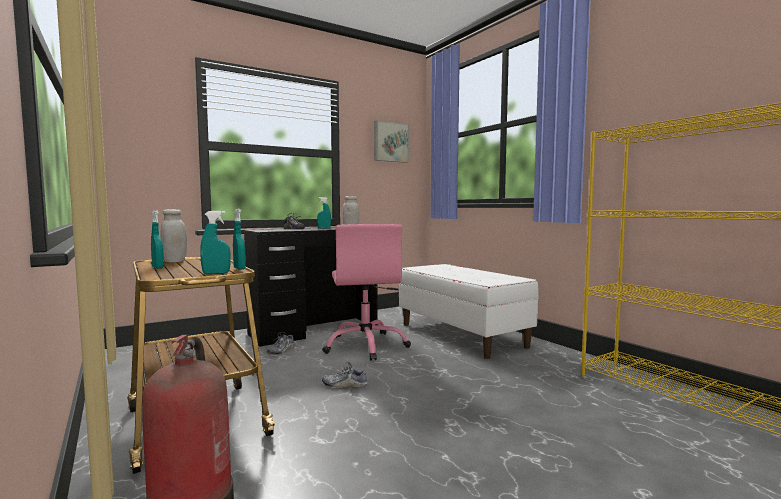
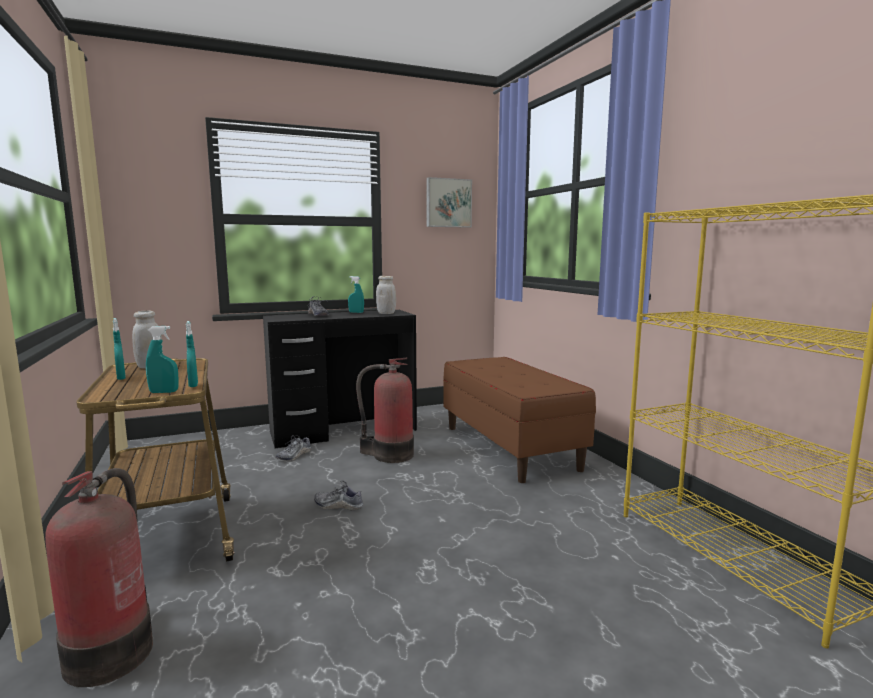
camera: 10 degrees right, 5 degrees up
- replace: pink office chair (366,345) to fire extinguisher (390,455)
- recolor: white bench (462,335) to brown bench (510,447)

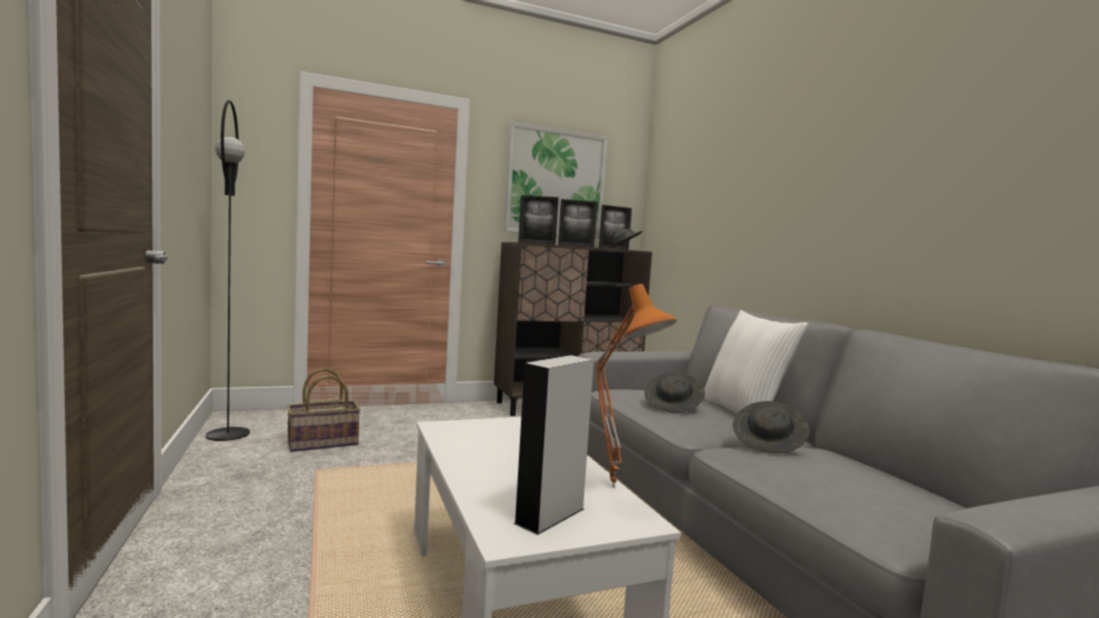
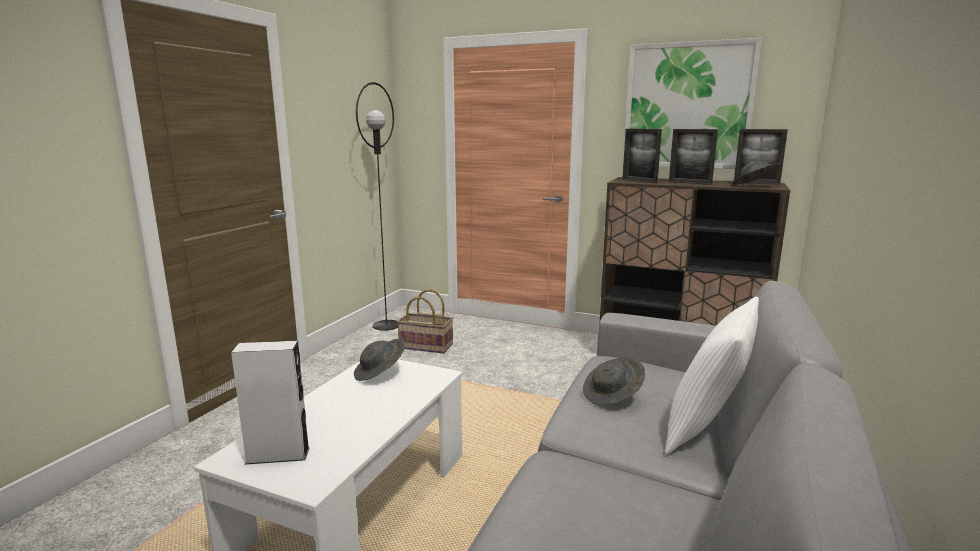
camera: 45 degrees right, 10 degrees up
- delete: orange table lamp (616,486)
- move: grey hat (769,443) to (380,373)

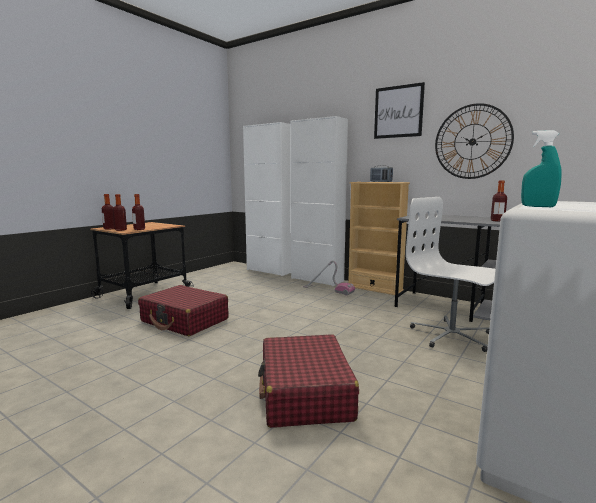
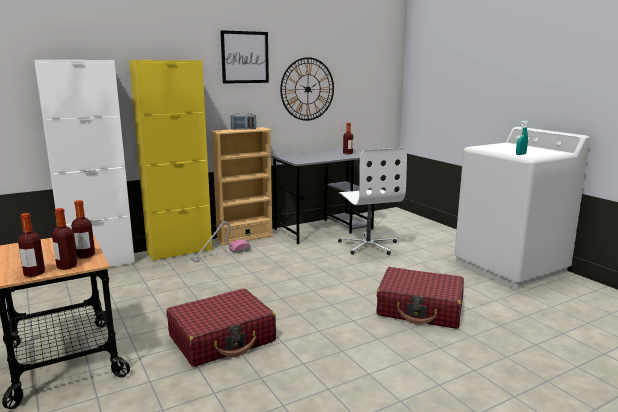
camera: 65 degrees left, 5 degrees up
- recolor: white cabinet (317,279) to yellow cabinet (179,251)
- rotate: white office chair (451,336) = (368,245) 90 degrees counterclockwise

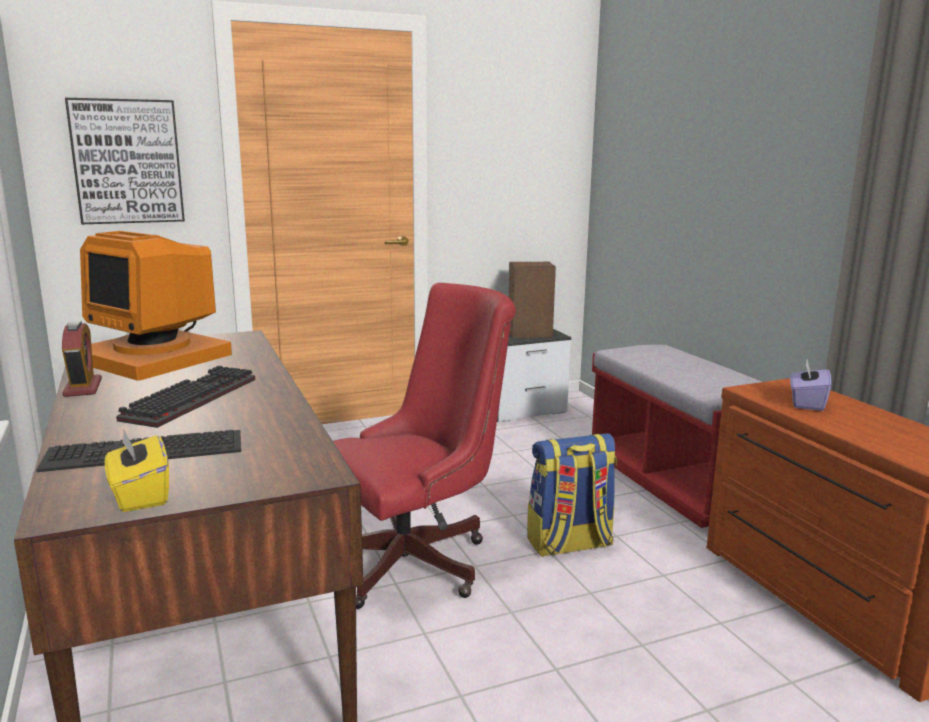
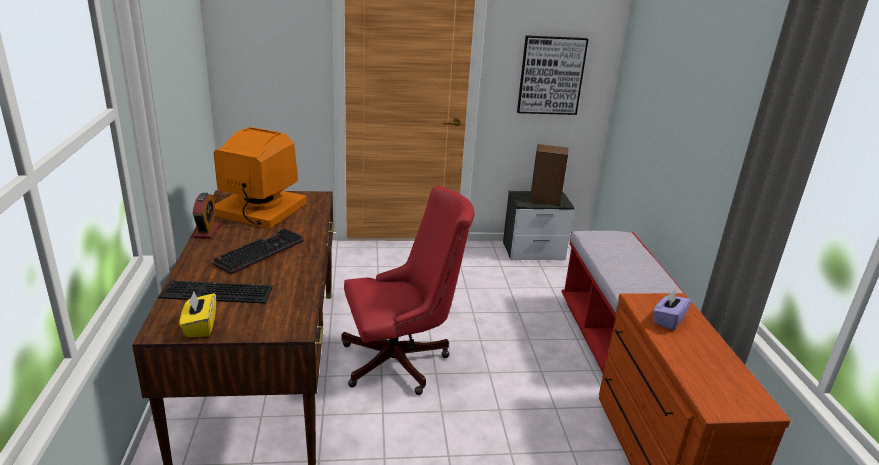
camera: 15 degrees right, 10 degrees up
- move: picture (127,162) to (551,75)
- rotate: monitor (157,357) = (258,209) 150 degrees clockwise
- delete: backpack (569,544)

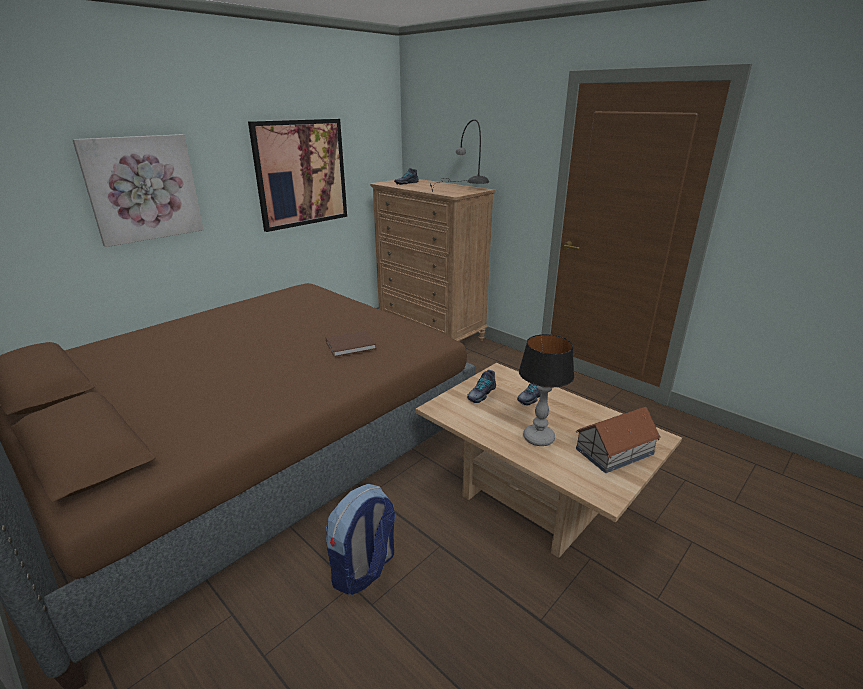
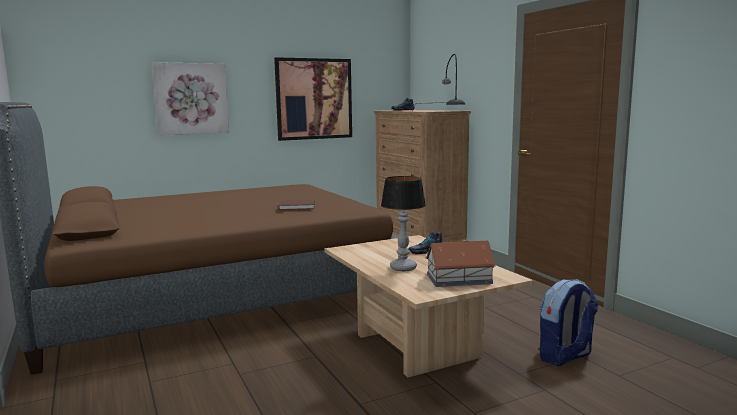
camera: 20 degrees right, 15 degrees down
- move: backpack (364,569) to (565,357)
- delete: shoe (481,393)

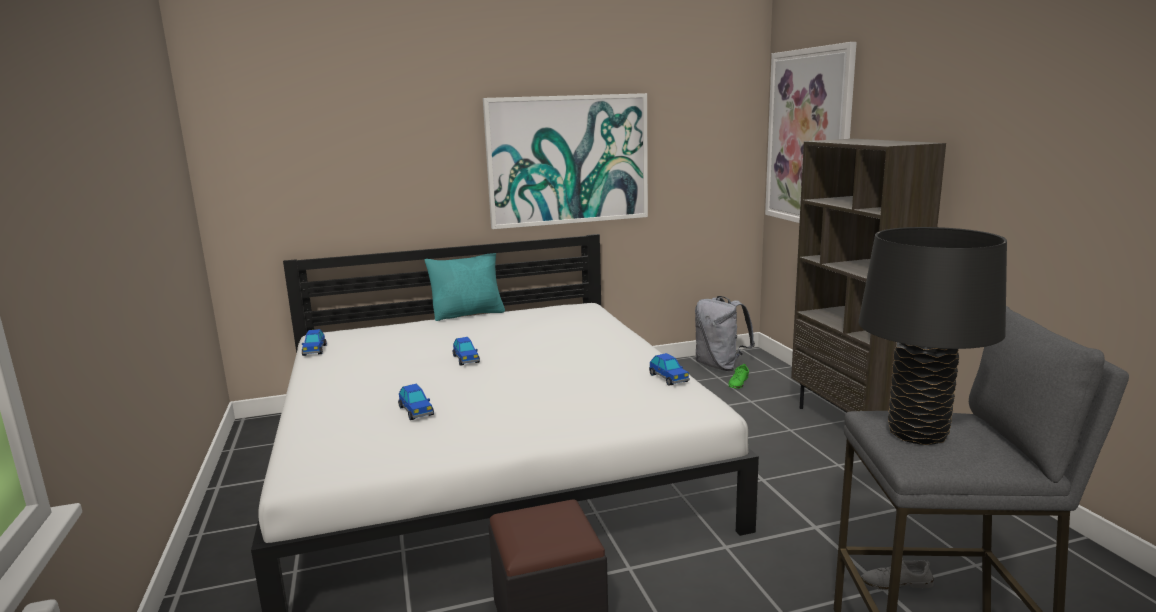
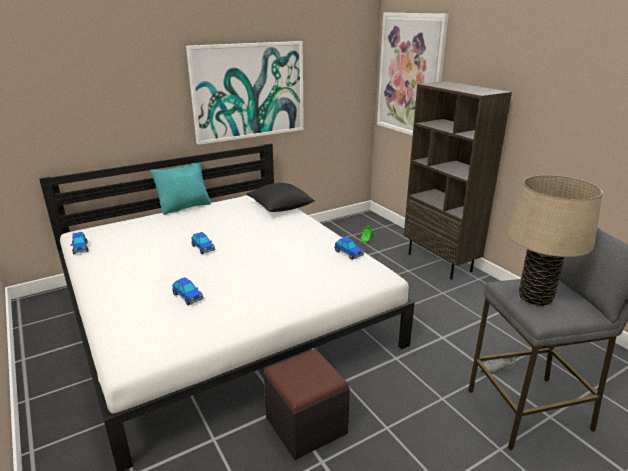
camera: 15 degrees left, 10 degrees up
- delete: grey backpack (720,366)
- recolor: black table lamp (917,434) to beige table lamp (535,297)
- insert: black pillow (280,208)

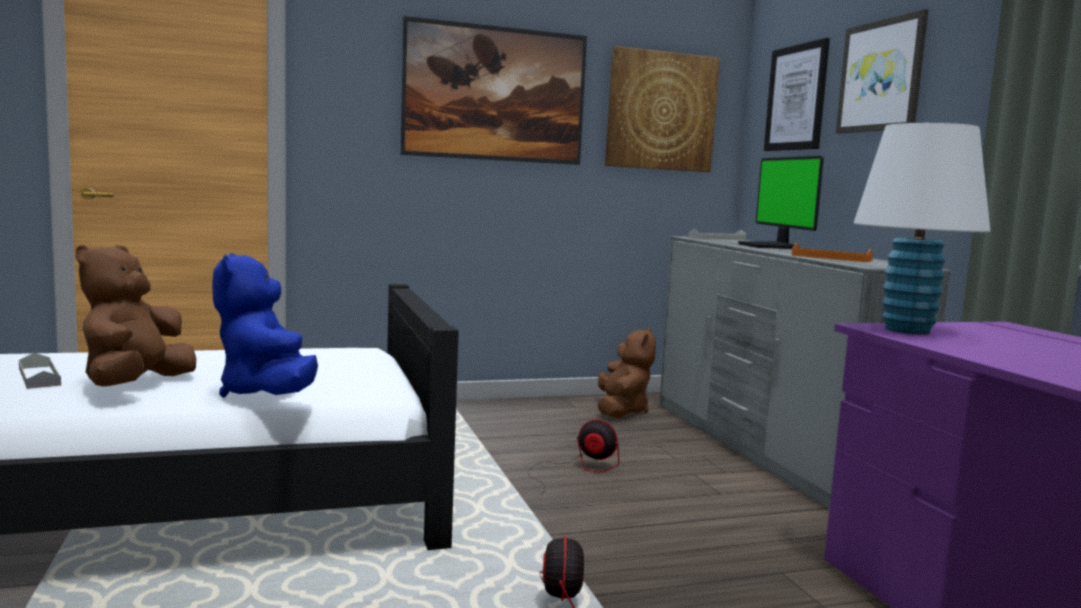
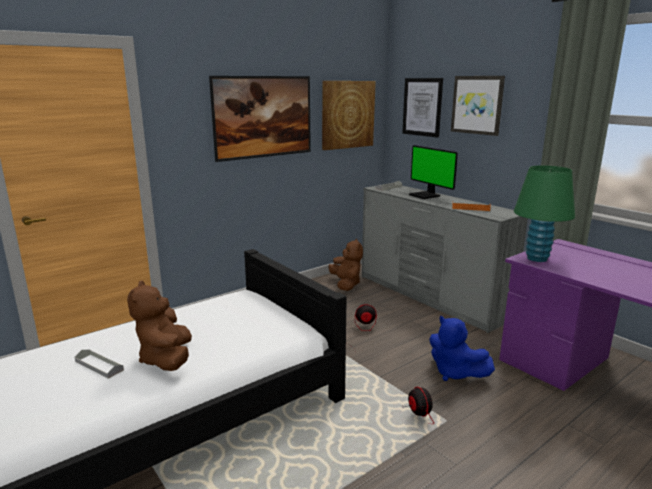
camera: 20 degrees left, 10 degrees up
- move: blue plush toy (267,394) to (455,373)
- recolor: white table lamp (907,330) to green table lamp (537,258)

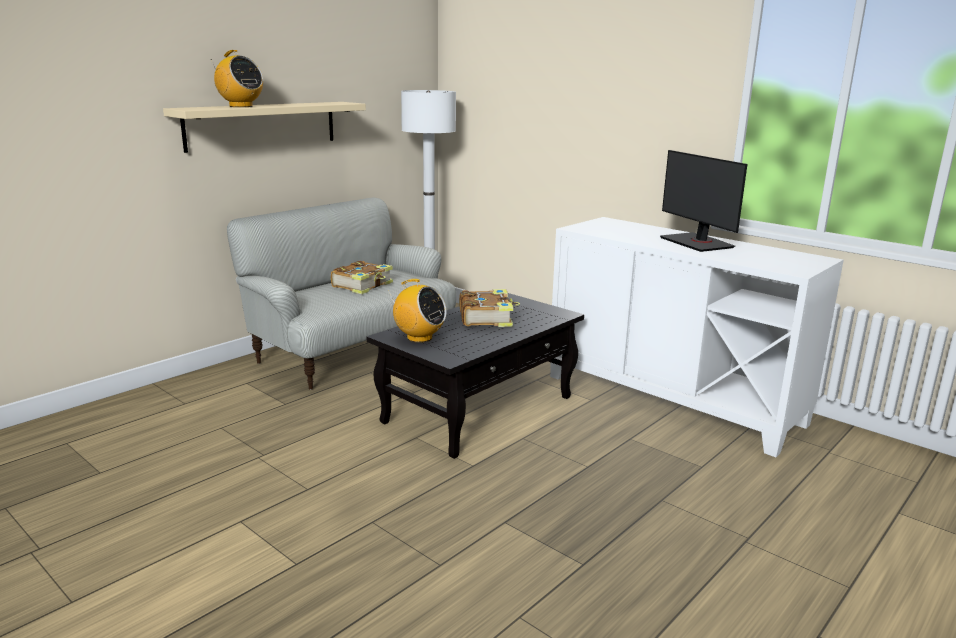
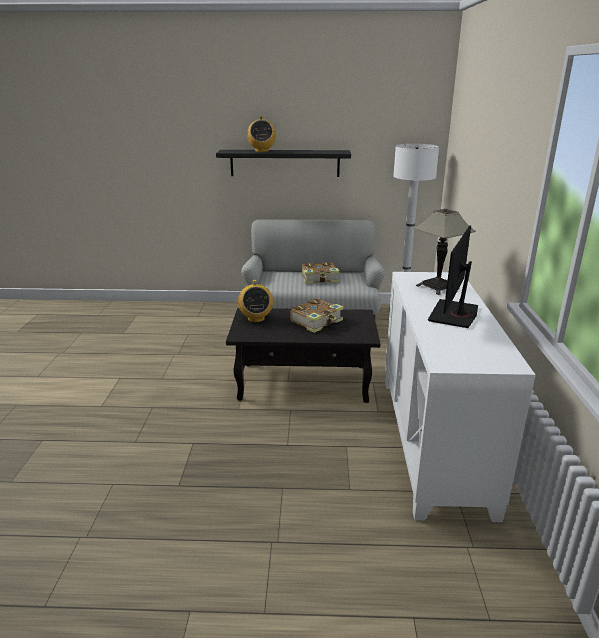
camera: 50 degrees right, 5 degrees up
- recolor: beige shelf (262,125) to black shelf (284,163)
- insert: table lamp (437,287)

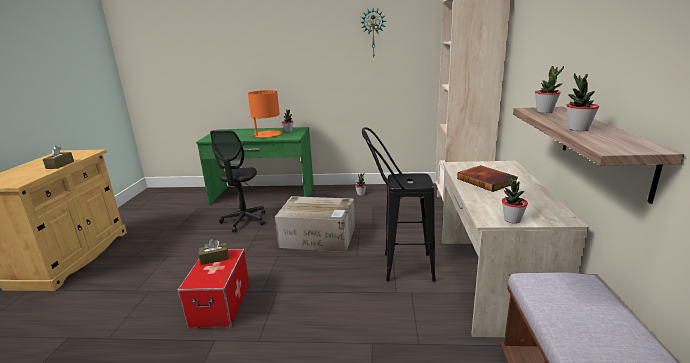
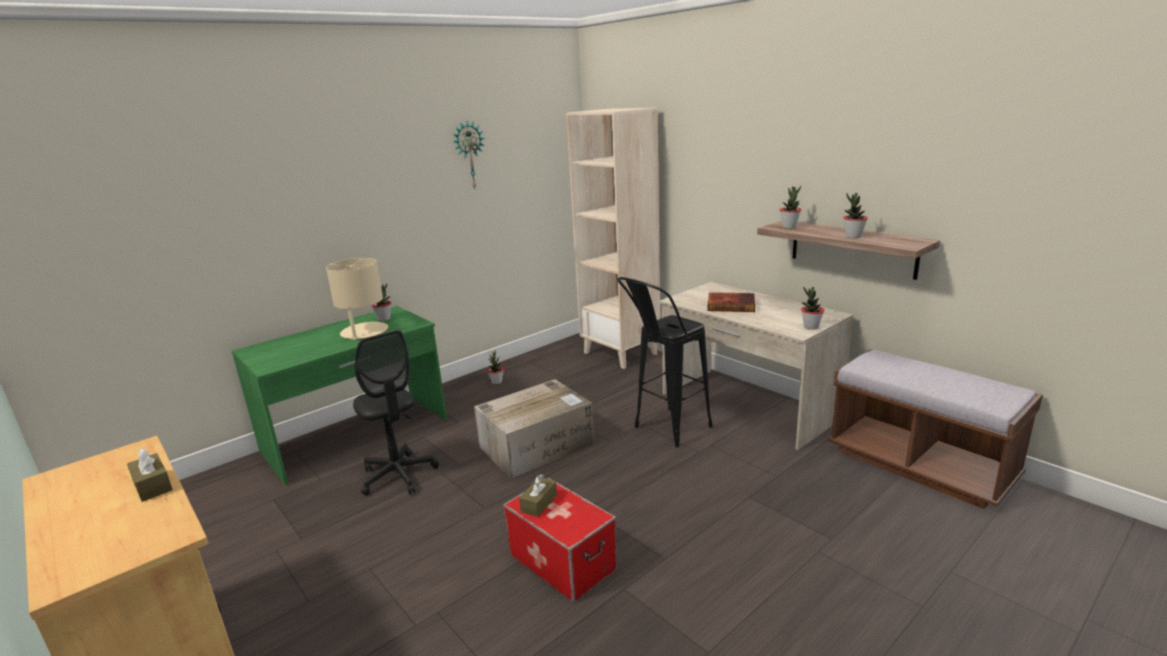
camera: 45 degrees left, 0 degrees up
- recolor: orange table lamp (267,135) to beige table lamp (364,332)

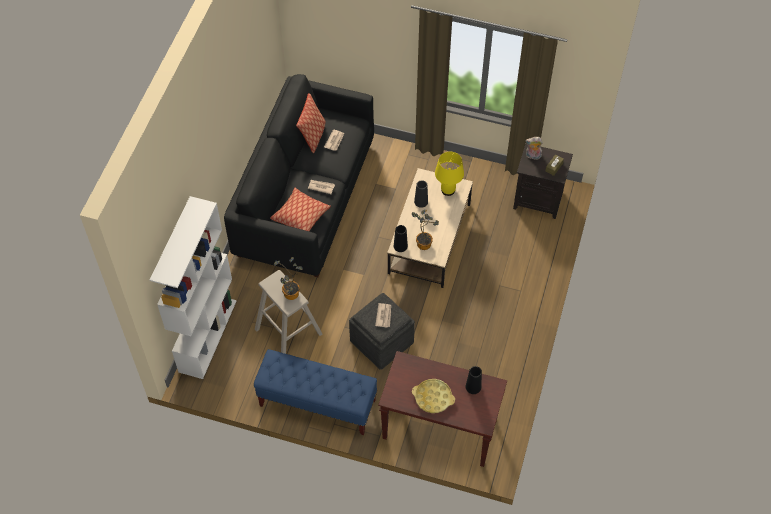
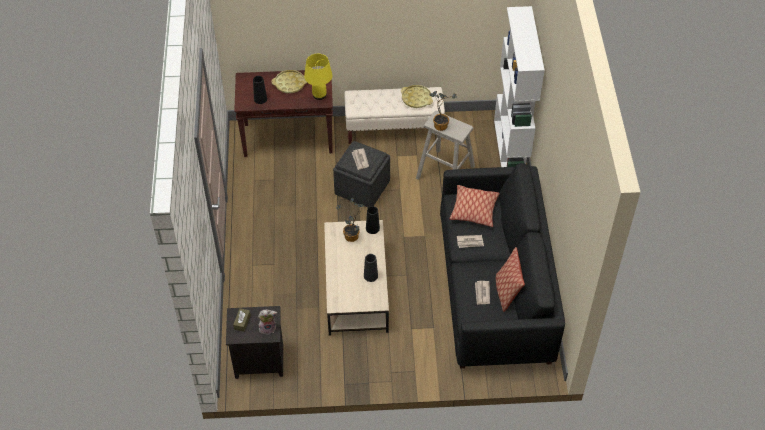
camera: 160 degrees right, 5 degrees down
- recolor: blue bench (317,403) to beige bench (394,129)
- move: yellow table lamp (447,190) to (319,95)
- insert: yellow tray (416,99)

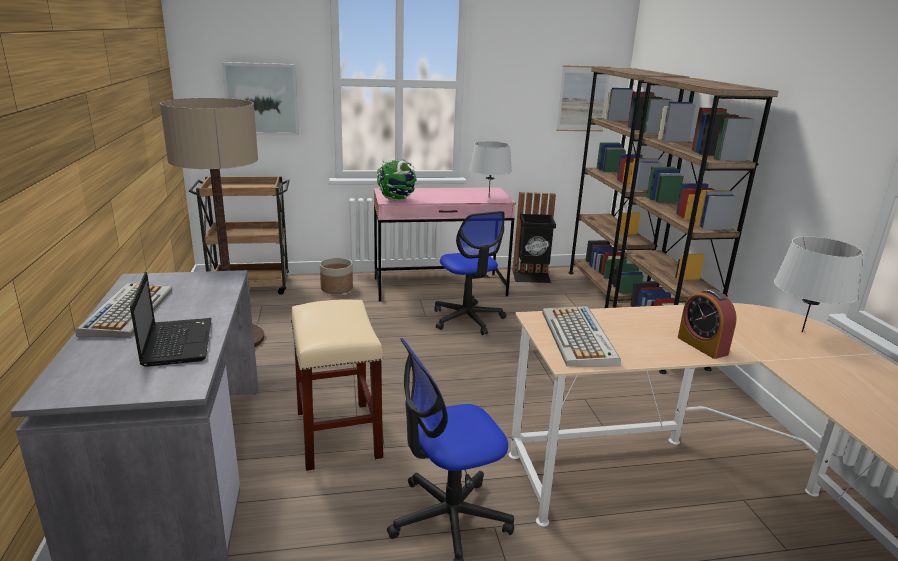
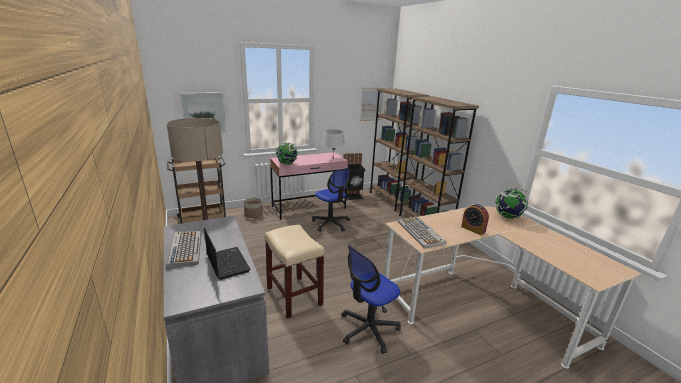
camera: 15 degrees left, 0 degrees up
- replace: grey table lamp (802,332) to globe (507,217)

